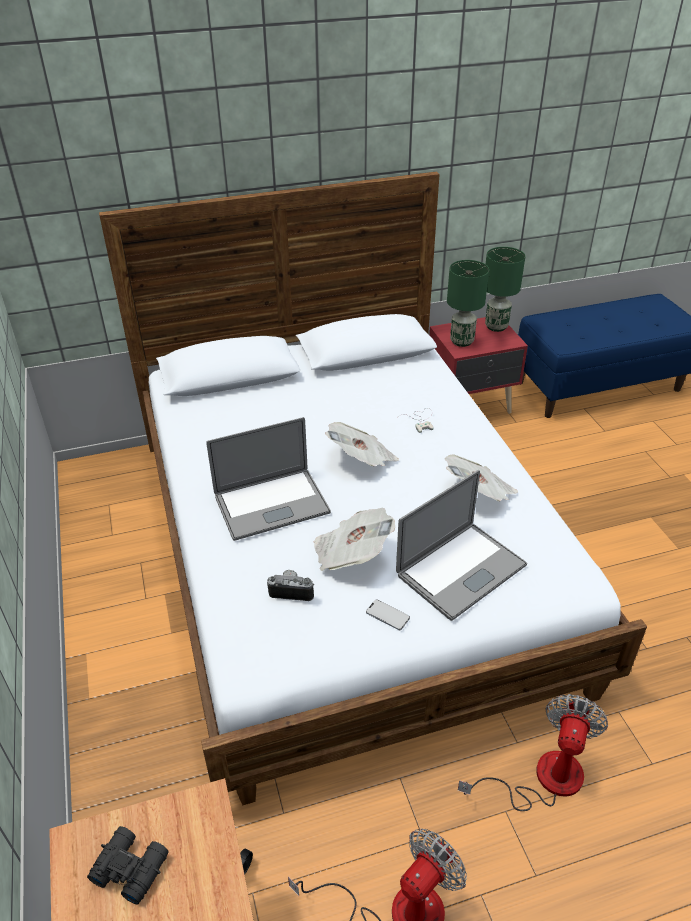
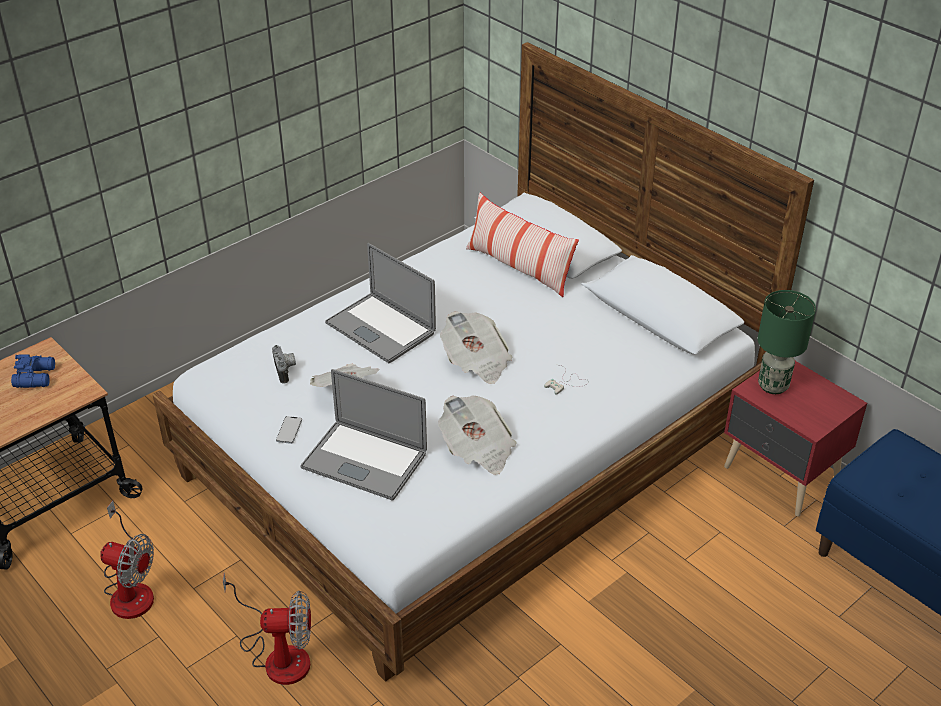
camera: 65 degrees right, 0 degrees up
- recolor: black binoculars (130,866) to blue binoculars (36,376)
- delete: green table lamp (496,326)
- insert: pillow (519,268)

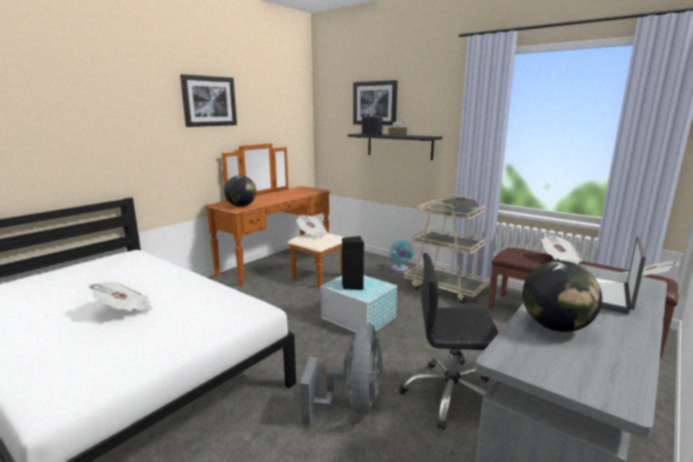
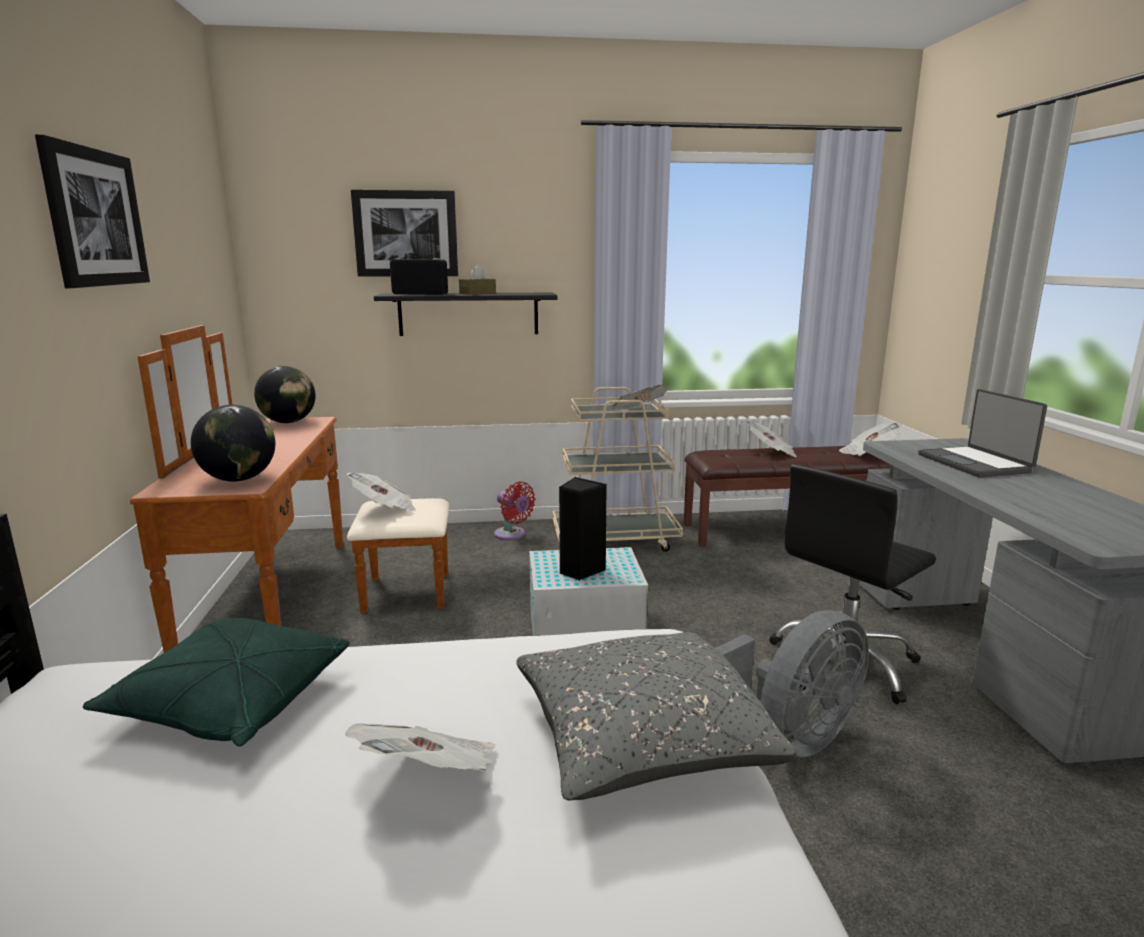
camera: 45 degrees left, 0 degrees up
- rotate: grey fan (352,405) = (789,738) 90 degrees clockwise
- recolor: turquoise fan (399,269) to red fan (512,535)
- move: globe (555,327) to (288,422)
- insert: green pillow (231,703)
- insert: grey pillow (641,741)

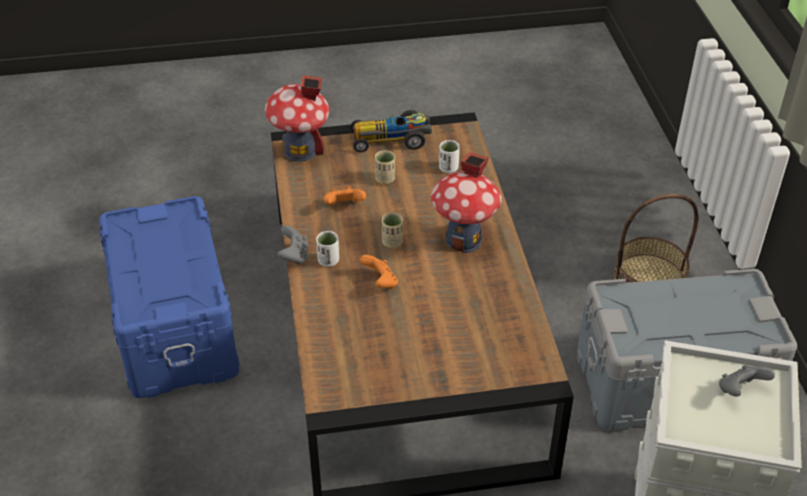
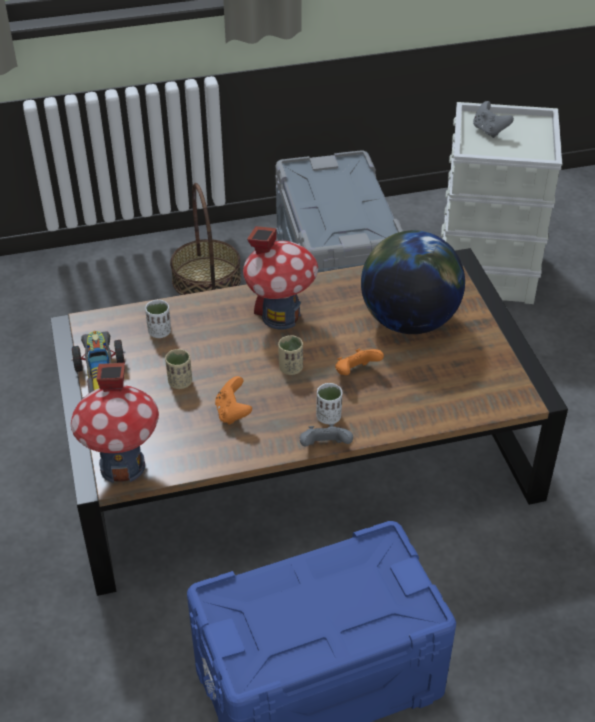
camera: 95 degrees left, 0 degrees up
- insert: globe (408,320)

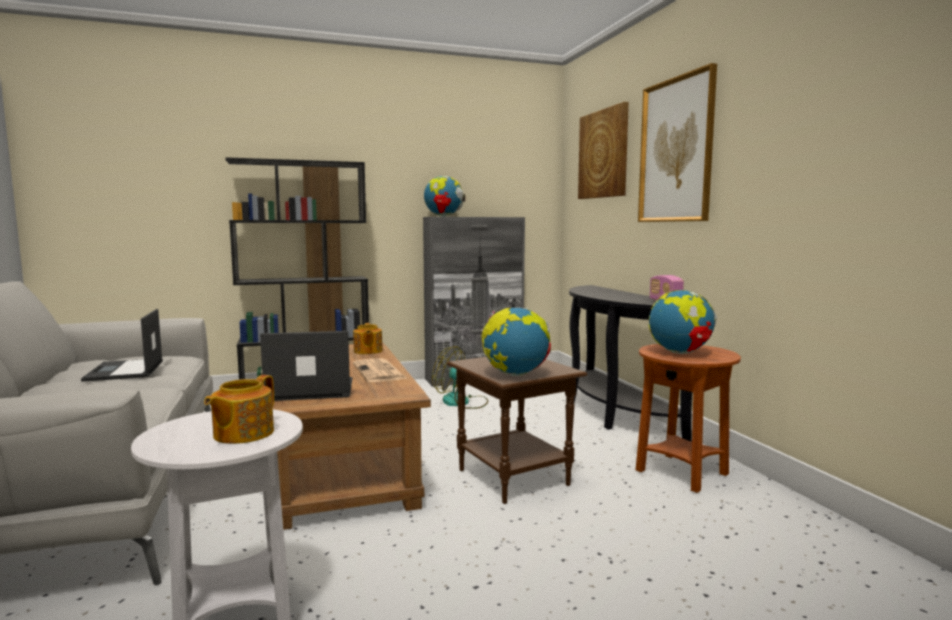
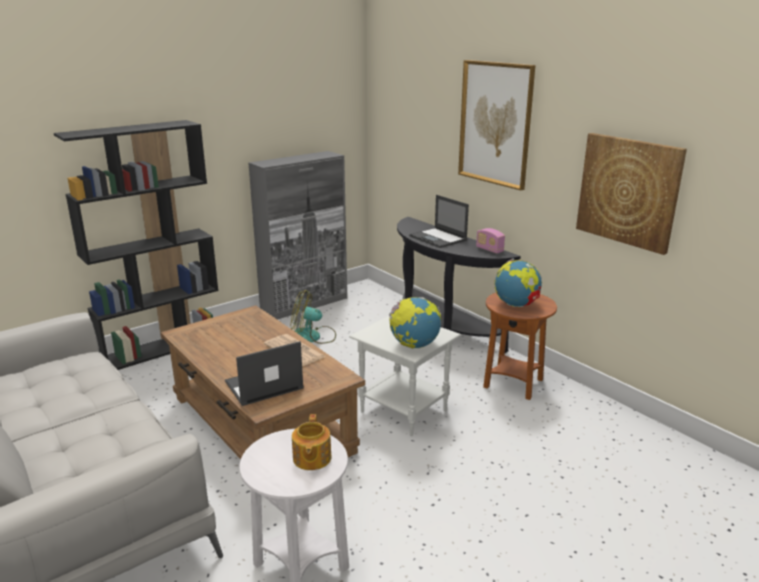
camera: 20 degrees left, 15 degrees up
- move: laptop (125,371) to (438,238)
- delete: teapot (367,351)
- delete: globe (444,216)
- recolor: brown side table (514,478) to white side table (404,411)
- move: picture (603,154) to (628,191)

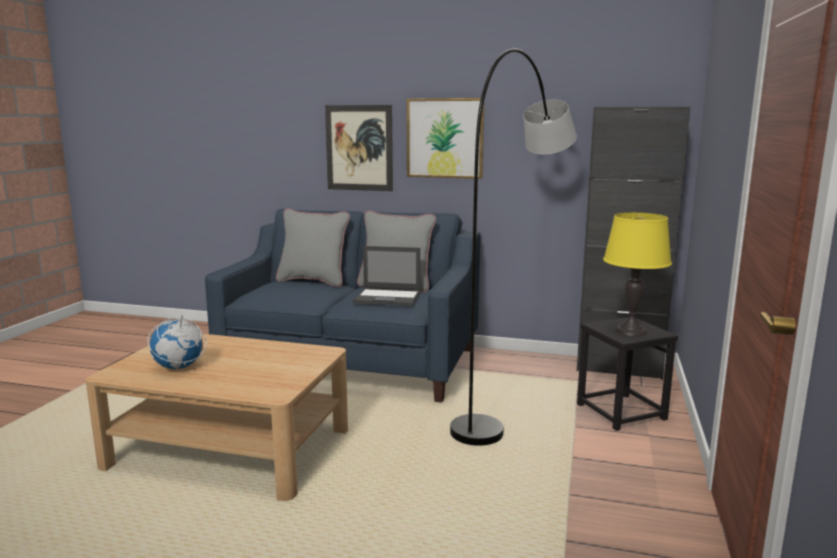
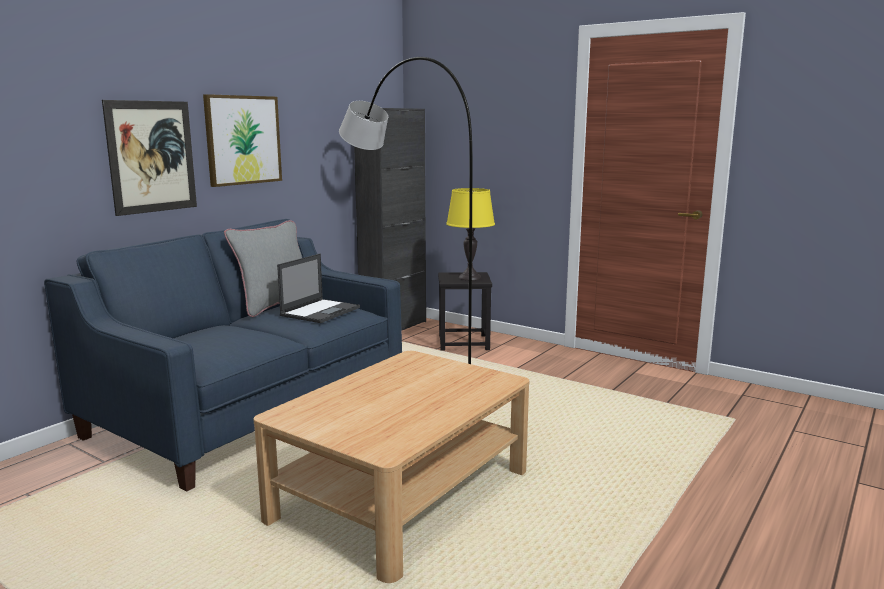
camera: 70 degrees left, 0 degrees up
- delete: globe (178,368)
- delete: grey pillow (313,281)

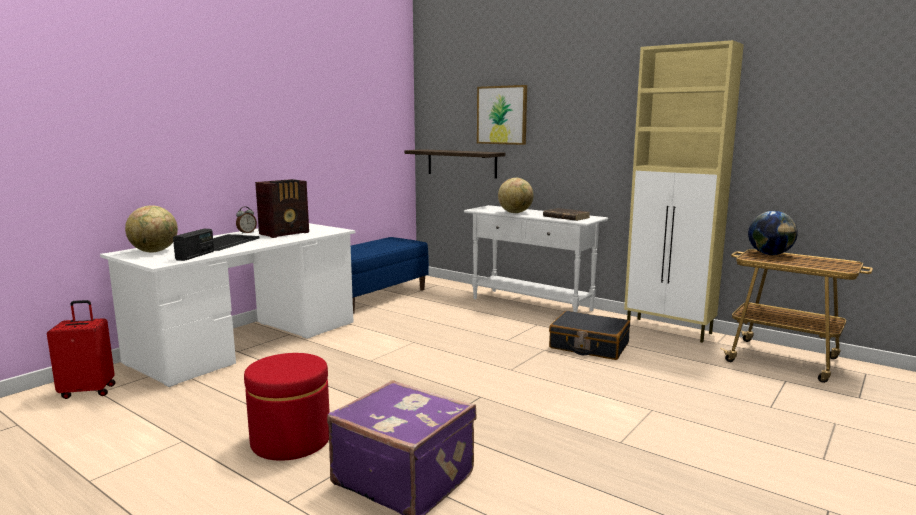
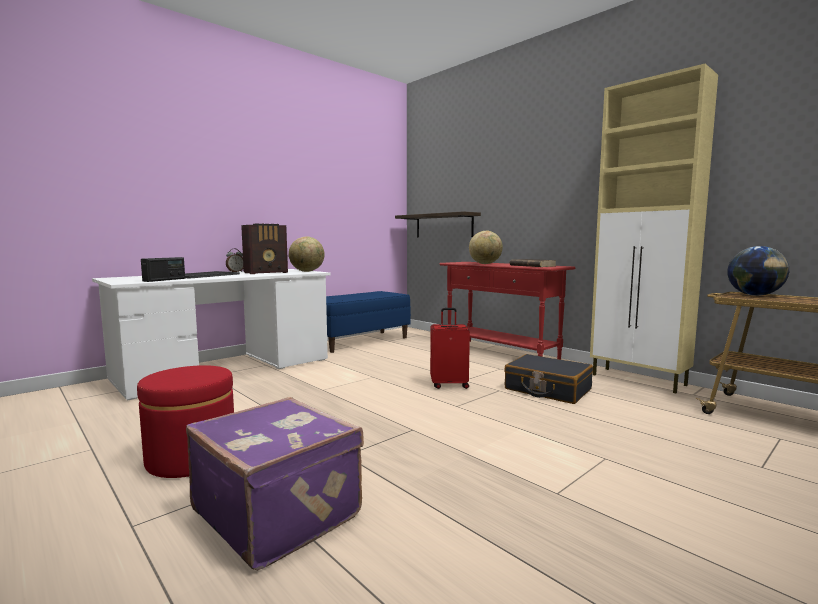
camera: 10 degrees right, 5 degrees down
- move: red suitcase (88,391) to (449,384)
- move: globe (154,251) to (307,271)
- recolor: white console table (531,304) to red console table (500,353)
- delete: picture (502,115)

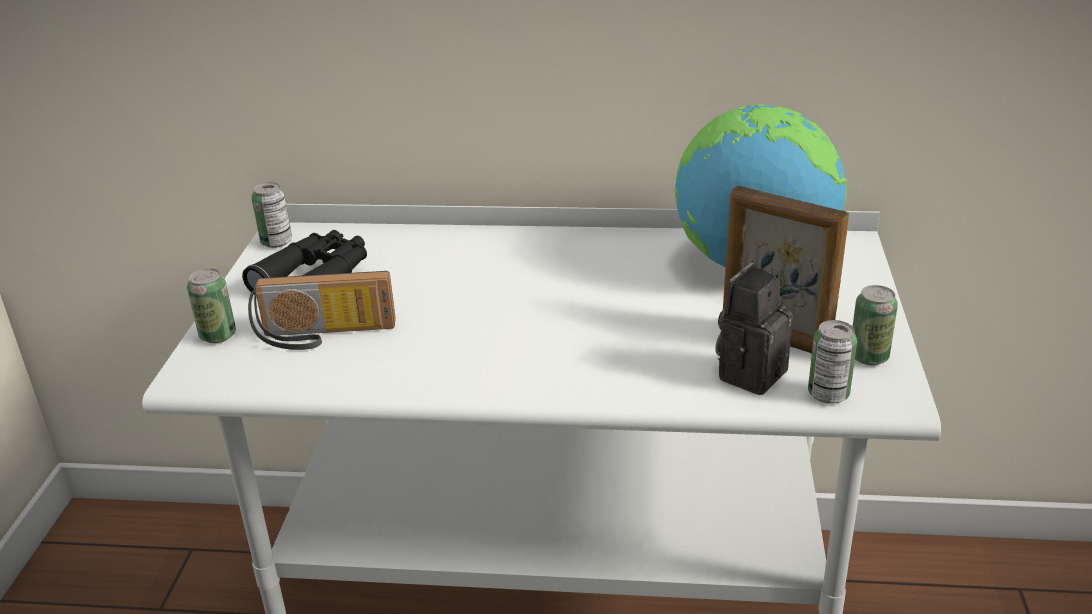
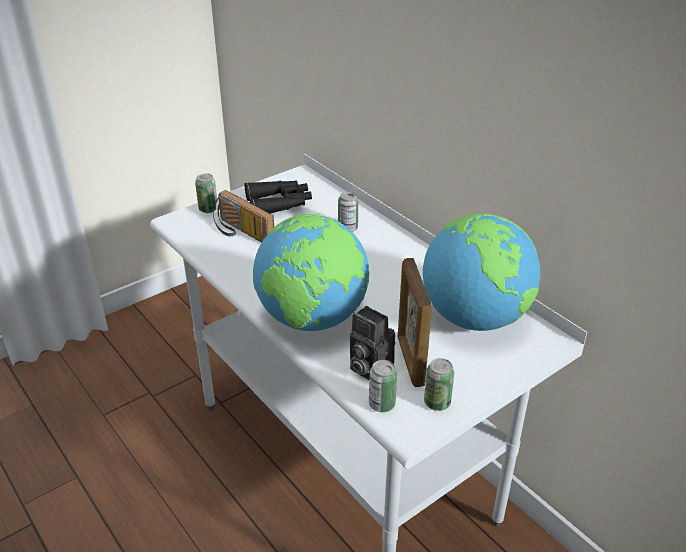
camera: 45 degrees right, 5 degrees up
- move: can (276,242) to (348,228)
- rotate: photo camera (750,372) = (368,368) 135 degrees counterclockwise
- insert: globe (312,319)

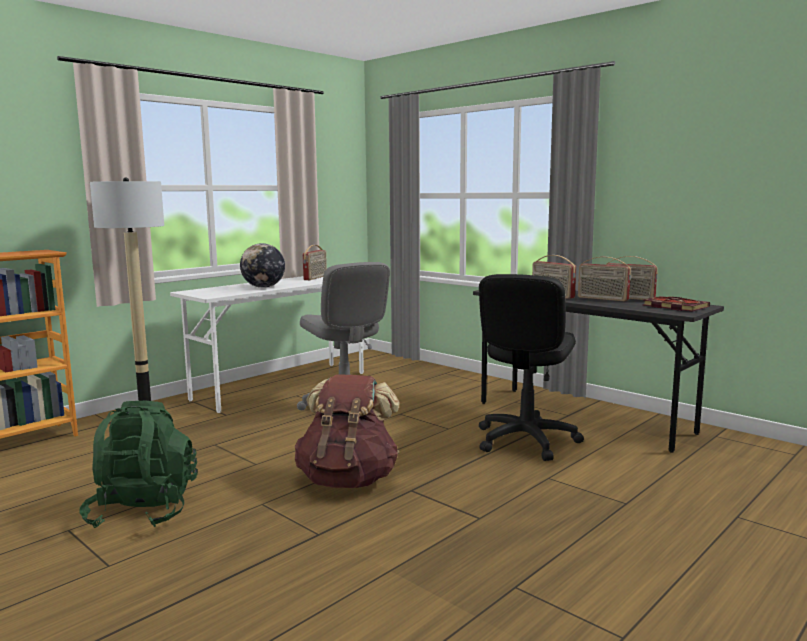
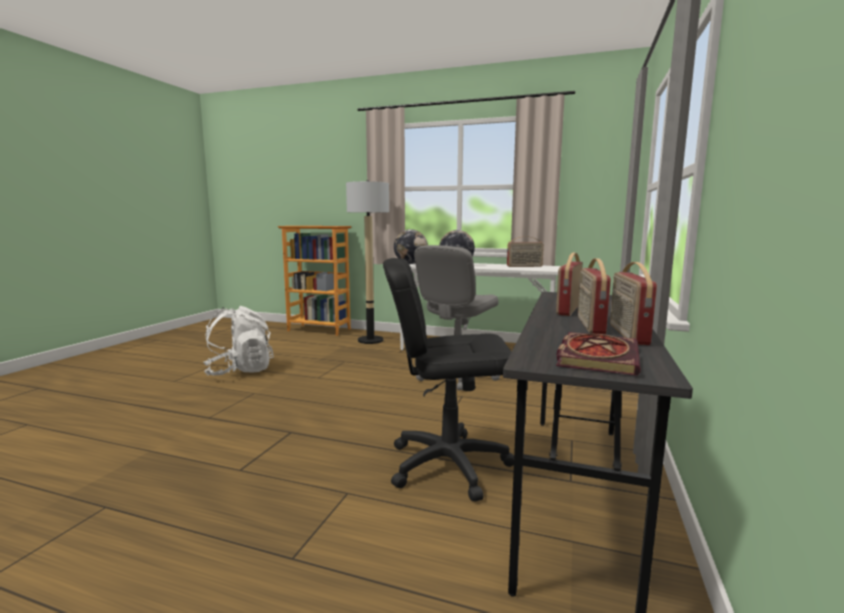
camera: 65 degrees right, 0 degrees up
- recolor: green backpack (143,511) to white backpack (239,371)
- delete: brown backpack (348,480)
- insert: globe (410,264)

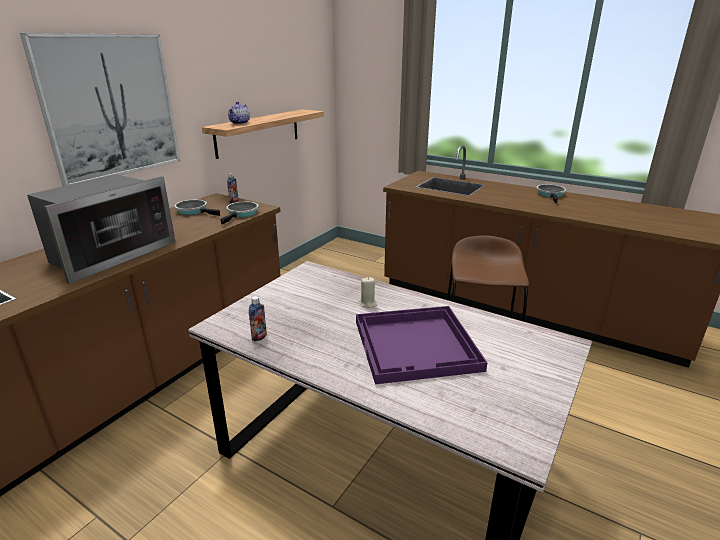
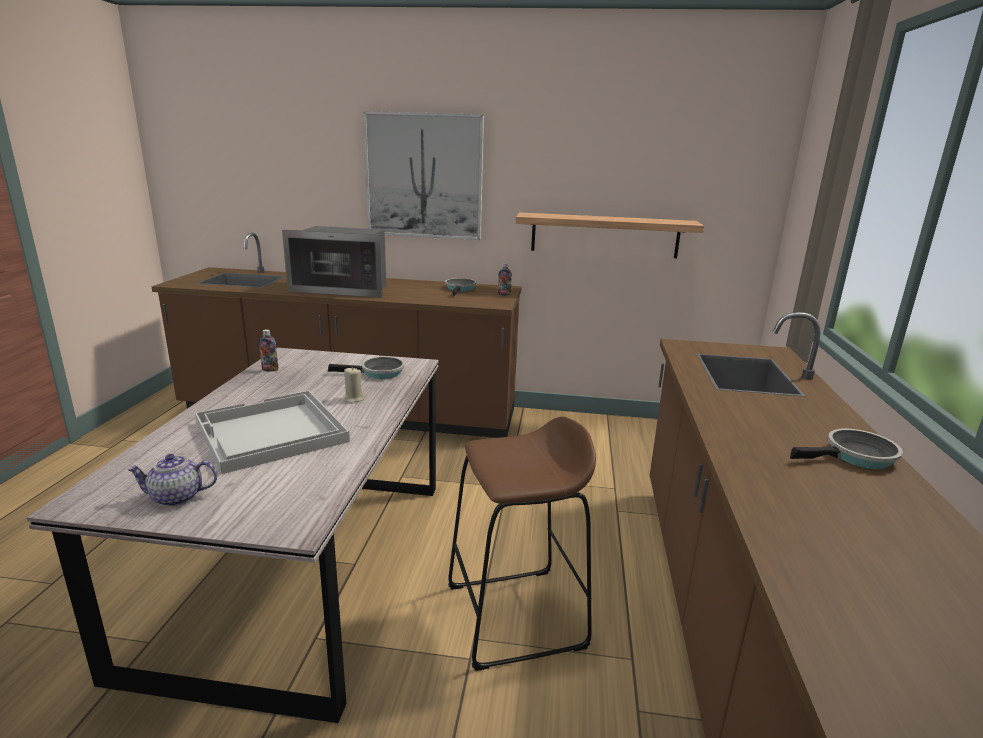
camera: 65 degrees right, 5 degrees down
- move: frying pan (242,214) to (379,373)
- move: teapot (240,123) to (176,497)
- recolor: purple tray (417,345) to white tray (270,433)

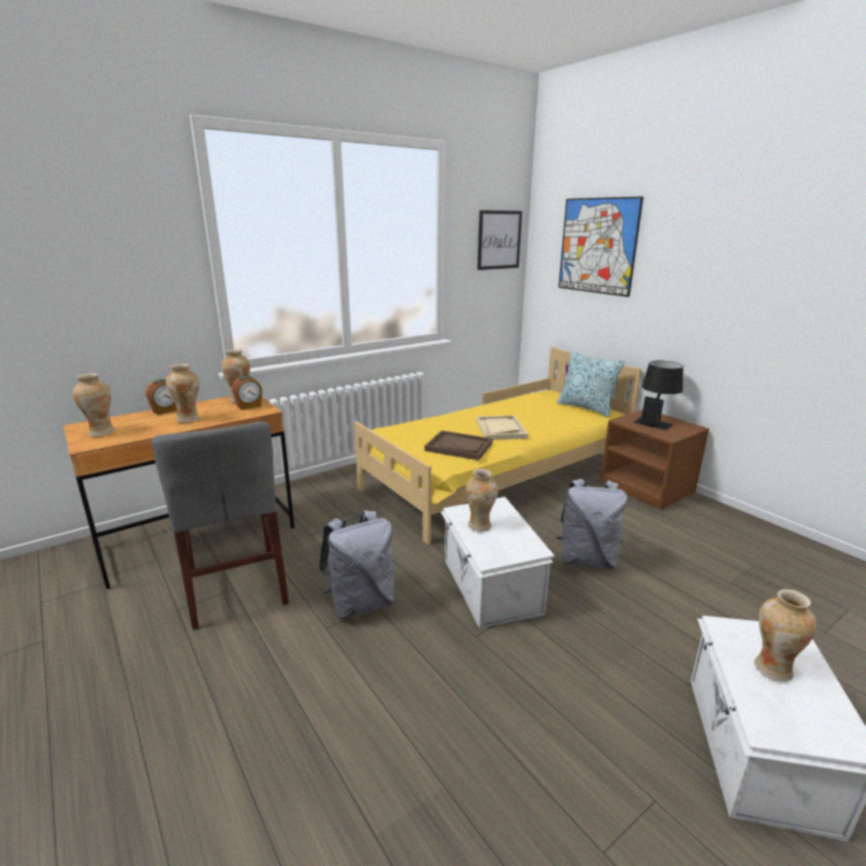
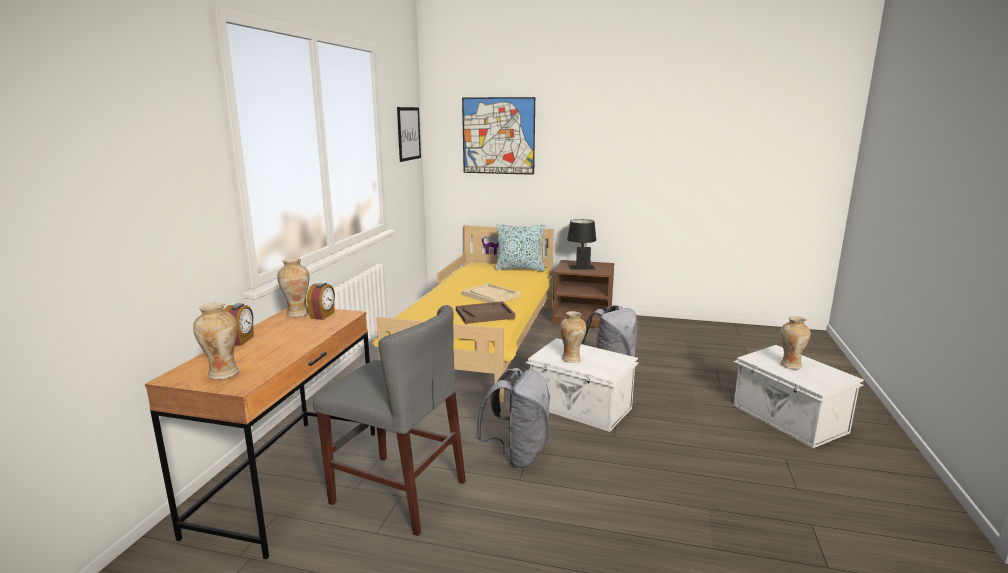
camera: 40 degrees left, 5 degrees down
- delete: vase (189,419)

